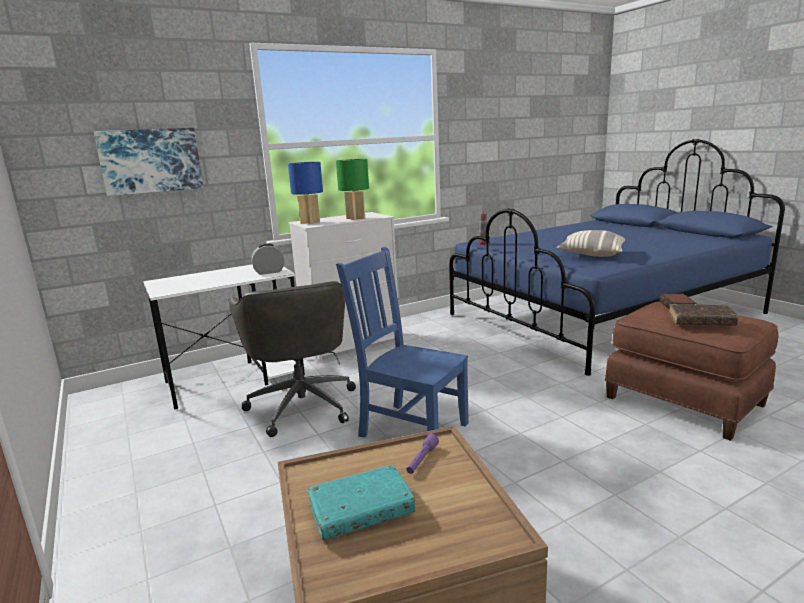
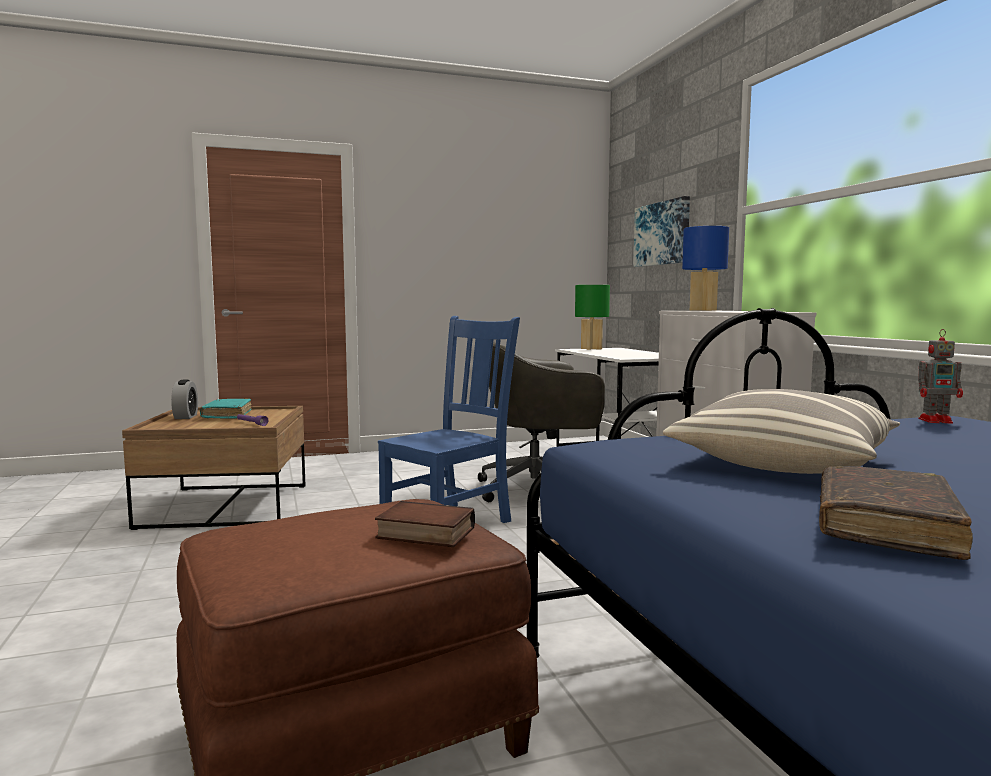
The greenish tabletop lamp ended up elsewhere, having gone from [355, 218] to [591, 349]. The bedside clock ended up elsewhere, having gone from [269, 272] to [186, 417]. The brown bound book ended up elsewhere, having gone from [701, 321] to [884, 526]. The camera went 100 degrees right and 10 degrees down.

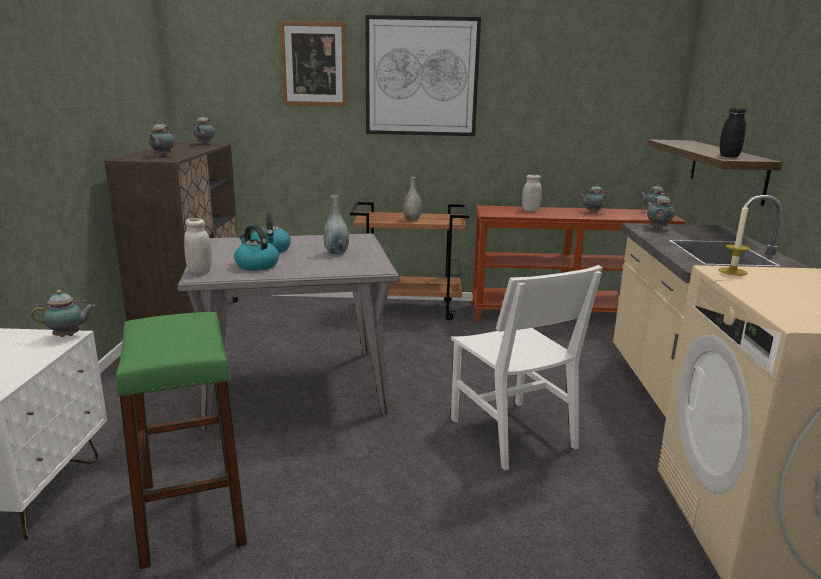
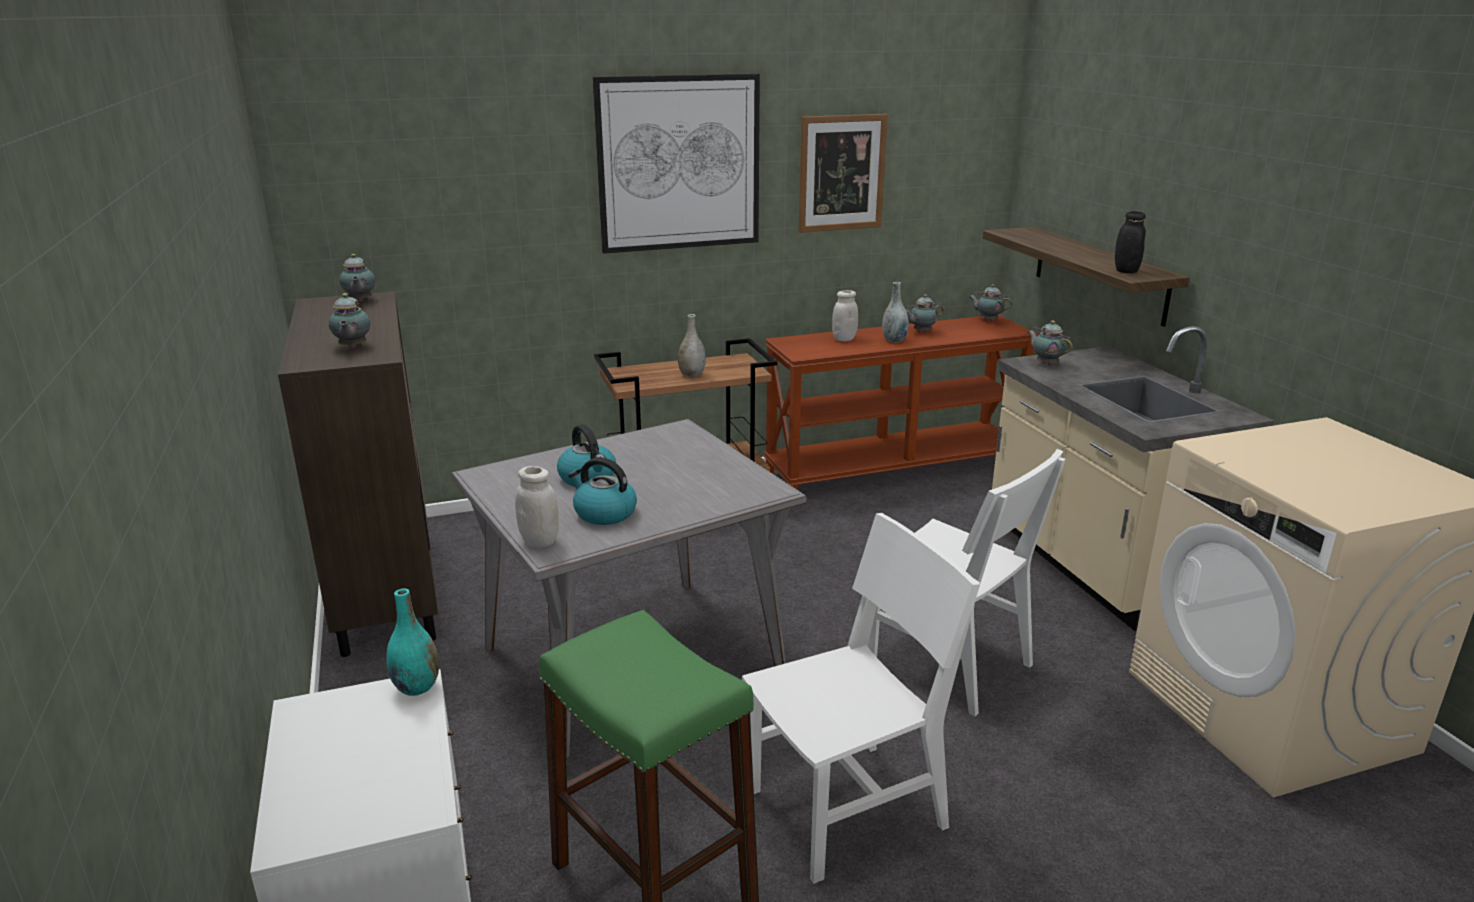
The wall picture ended up elsewhere, having gone from [314, 64] to [841, 173]. The greyish vase ended up elsewhere, having gone from [336, 253] to [894, 340]. The second view lost the wax candle at [732, 271]. Where the tea pot stood at [68, 336], the turquoise vase came to stand at [417, 687]. The second view gained the white-coloured chair at [846, 809]. The camera went 20 degrees left and 5 degrees up.

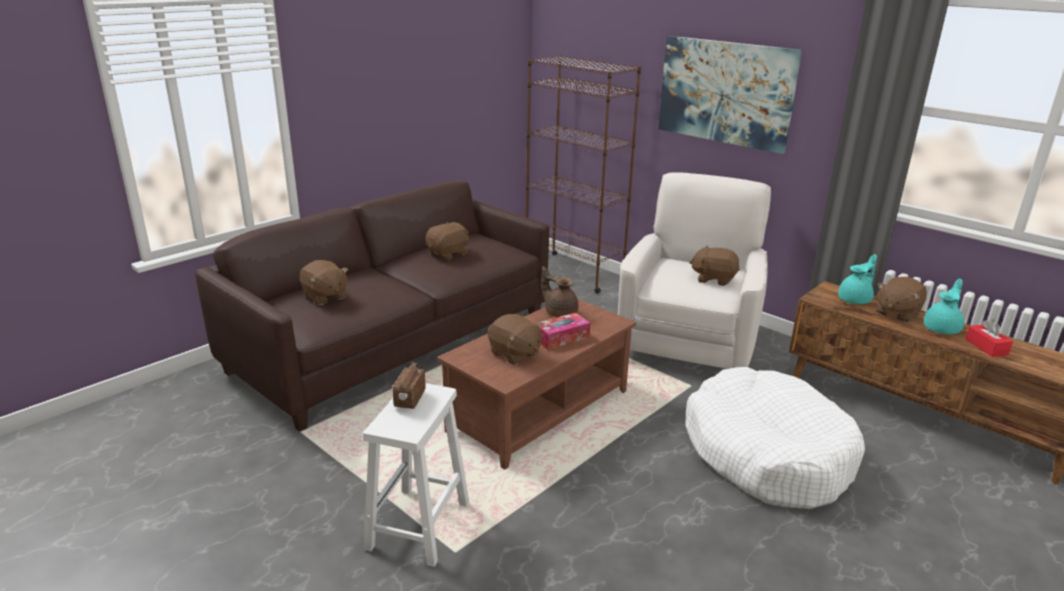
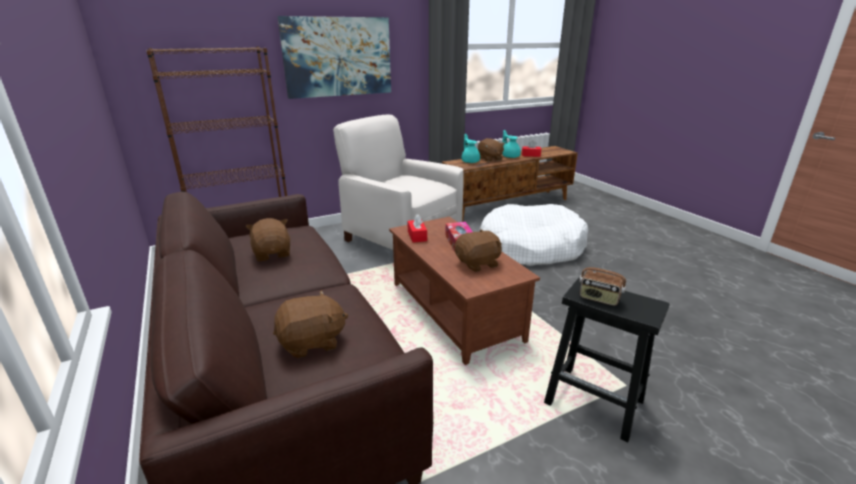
The second view lost the brown soft toy at [713, 279]. Where the brown tea pot stood at [560, 312], the red box of tissues came to stand at [417, 236]. What was the white-coloured stool seat at [418, 527] turned into the black stool seat at [595, 402]. The camera went 70 degrees left and 0 degrees up.

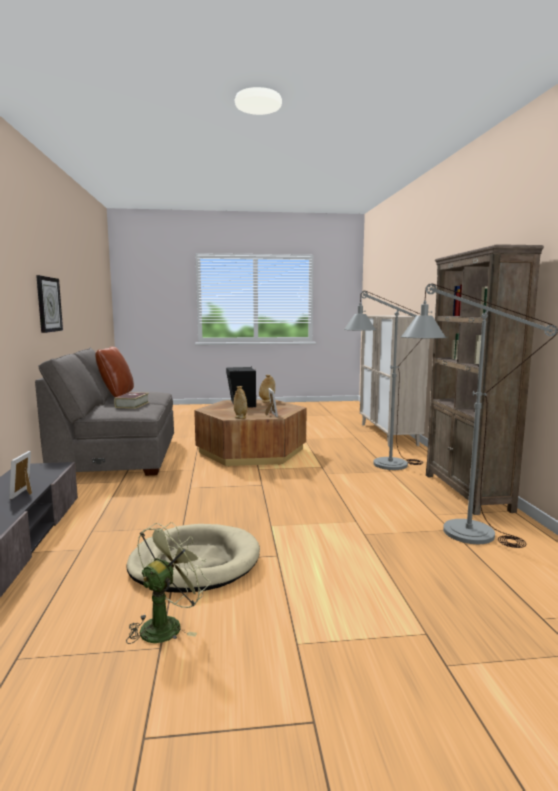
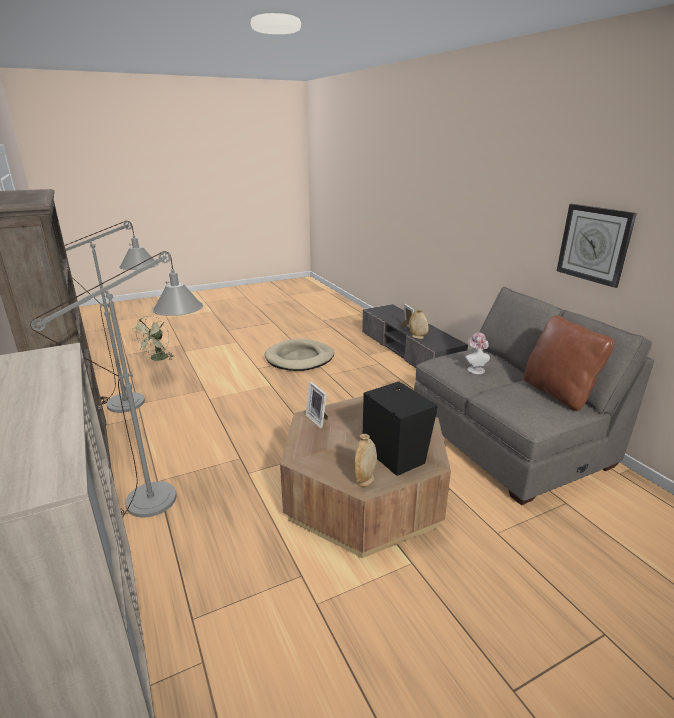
The sand-coloured vase ended up elsewhere, having gone from [240, 417] to [417, 337]. Where the bound book stood at [132, 405], the clothing hat came to stand at [474, 369]. The greenish electric fan ended up elsewhere, having gone from [166, 624] to [157, 359]. The camera went 160 degrees right and 15 degrees up.

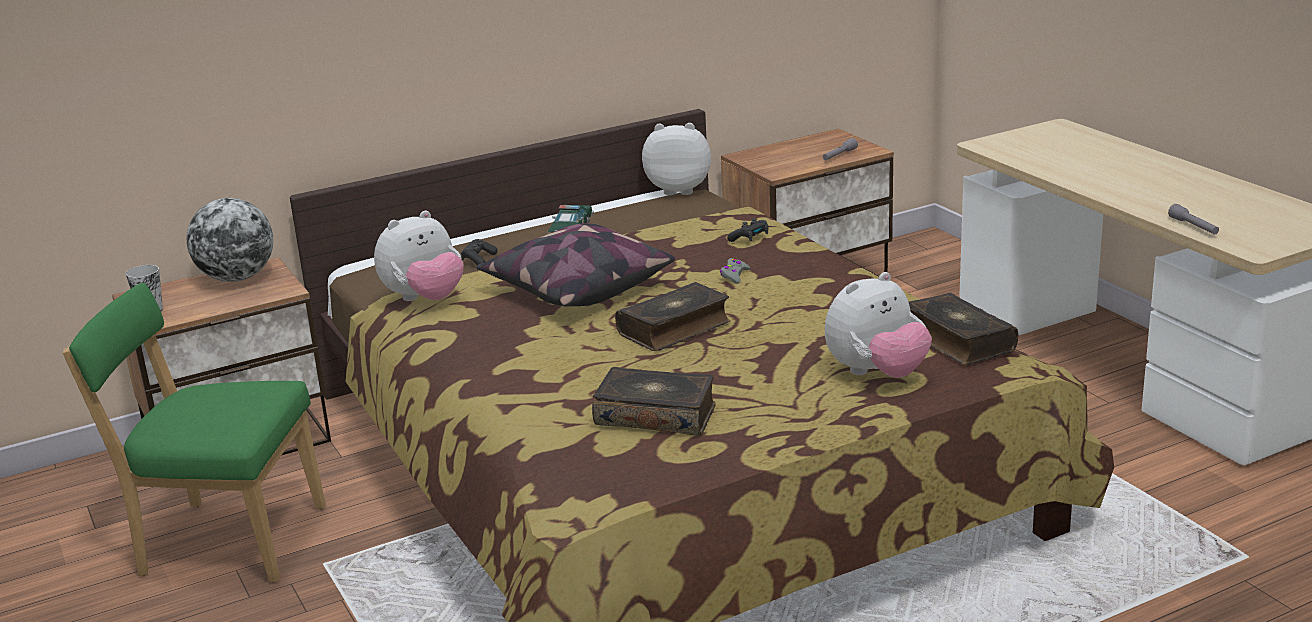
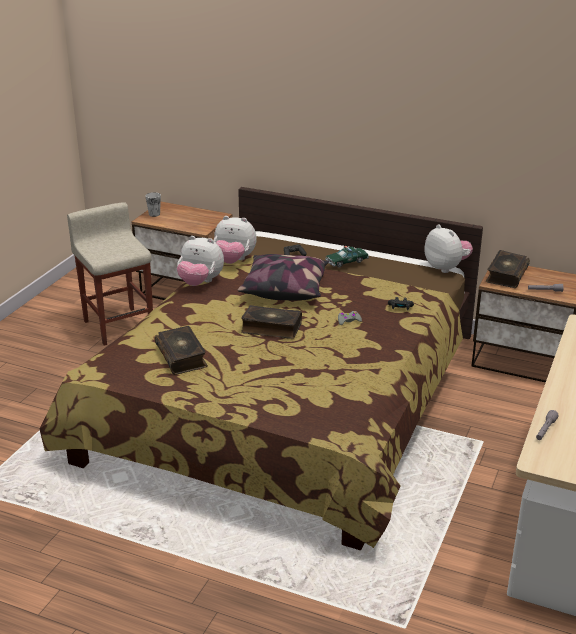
The second view lost the globe at [237, 278]. The soft toy ended up elsewhere, having gone from [876, 374] to [200, 283]. Where the greenish chair stood at [225, 540], the sand-coloured stool seat came to stand at [118, 325]. The bound book ended up elsewhere, having gone from [957, 341] to [506, 275]. The camera went 50 degrees right and 5 degrees up.

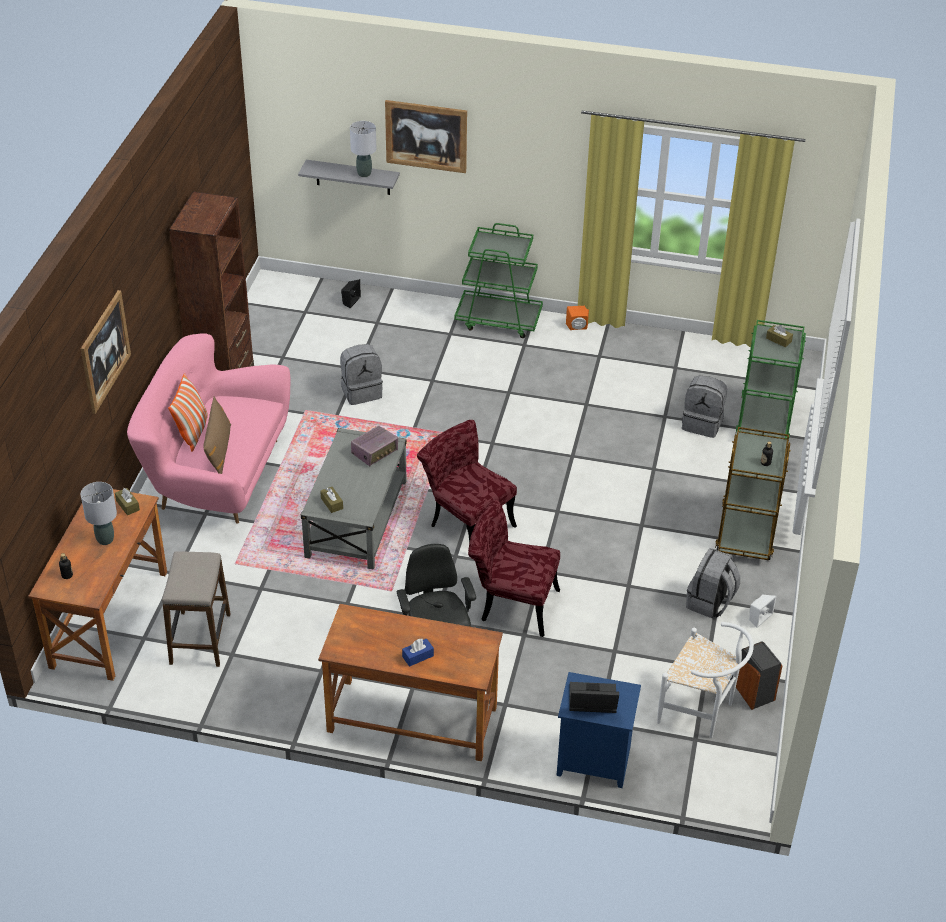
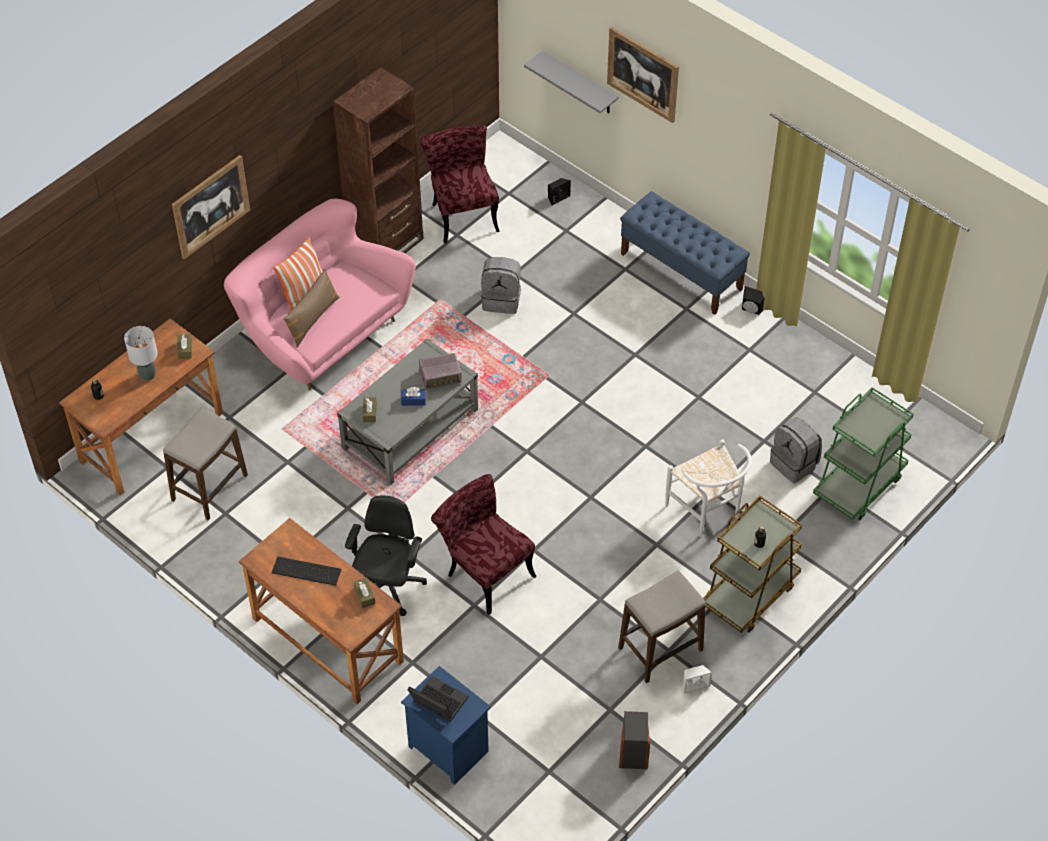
The second view lost the greyish tabletop lamp at [364, 173]. Where the greenish trolley stood at [499, 320], the blue bench came to stand at [681, 271]. What was the orange-coloured speaker at [577, 327] turned into the black speaker at [751, 310]. The brown box of tissues ended up elsewhere, having gone from [778, 340] to [364, 596]. The red chair ended up elsewhere, having gone from [466, 522] to [462, 212]. Where the greyish rucksack stood at [710, 603], the stool seat came to stand at [661, 649]. The white-coloured chair ended up elsewhere, having gone from [701, 712] to [707, 513]. The blue box of tissues ended up elsewhere, having gone from [418, 656] to [413, 400]. The second view gained the keyboard at [305, 572]. The camera went 30 degrees right and 10 degrees up.

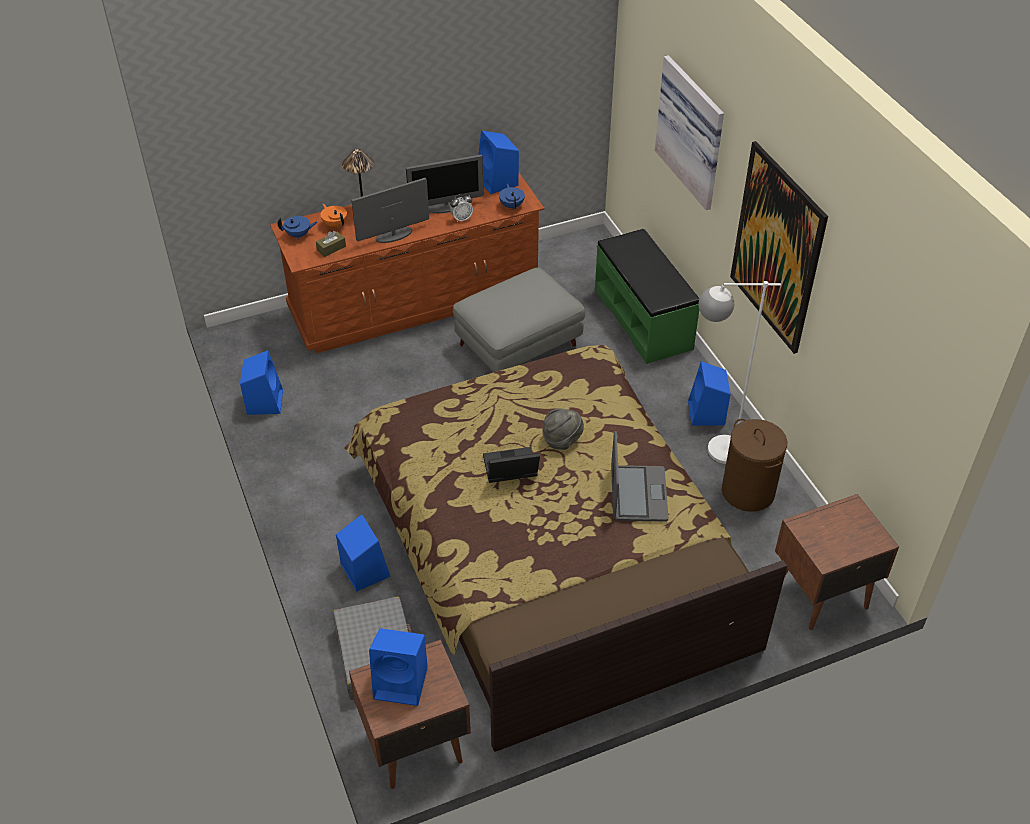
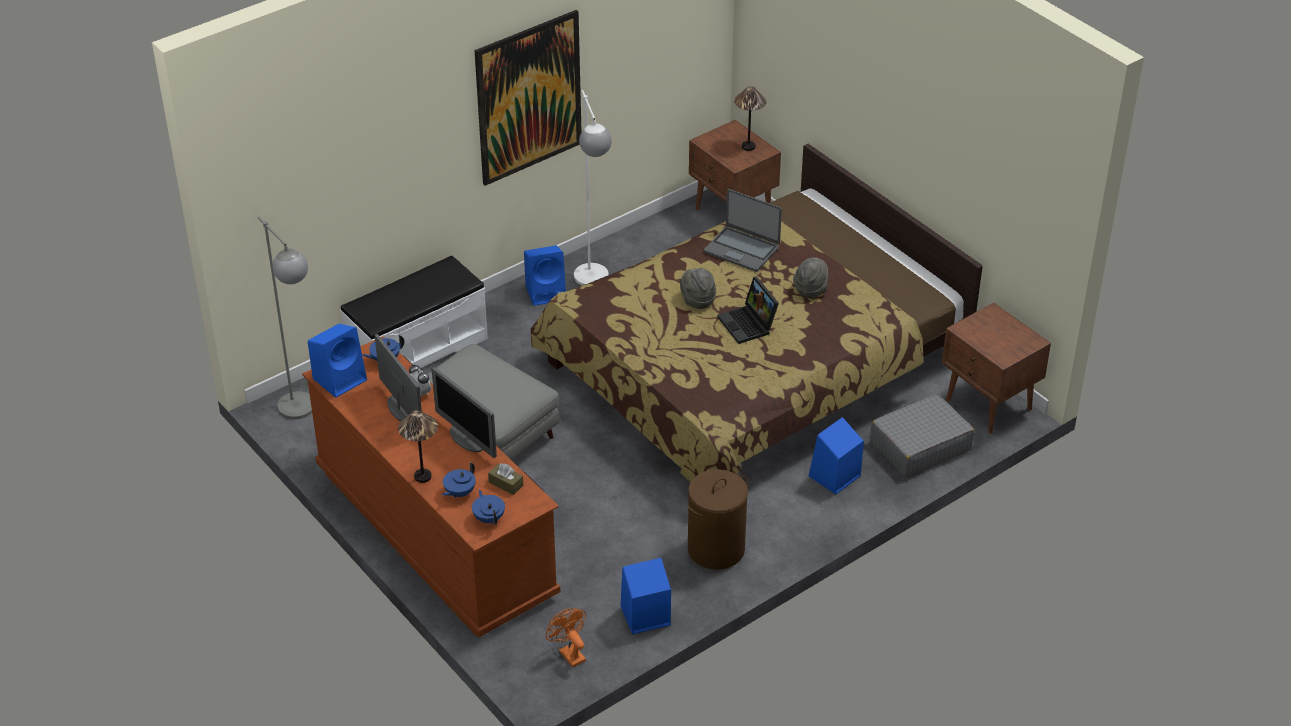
The second view lost the wall picture at [693, 131]. What was the orange-coloured tea pot at [335, 224] turned into the blue tea pot at [459, 493]. What was the greenish bench at [643, 319] turned into the white-coloured bench at [417, 349]. The brown hamper ended up elsewhere, having gone from [747, 491] to [715, 549]. The portable computer at [637, 494] ended up facing another way, 135 degrees counterclockwise from before. The second view lost the blue speaker at [402, 683]. The second view gained the tabletop lamp at [748, 147]. The second view gained the greyish standing lamp at [303, 414]. The second view gained the greyish clothing hat at [811, 289]. The second view gained the orange-coloured electric fan at [569, 653]. The camera went 105 degrees left and 5 degrees down.

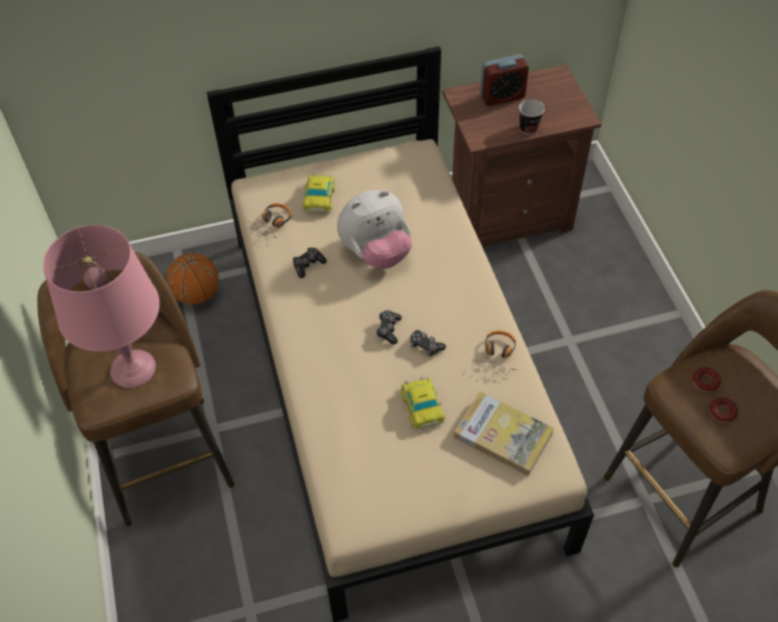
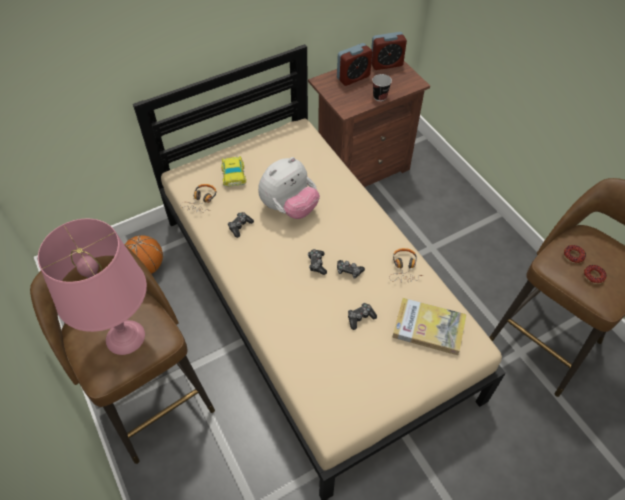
Where the model car stood at [422, 405], the joypad came to stand at [360, 317]. The second view gained the bedside clock at [386, 64]. The camera went 15 degrees left and 0 degrees up.

